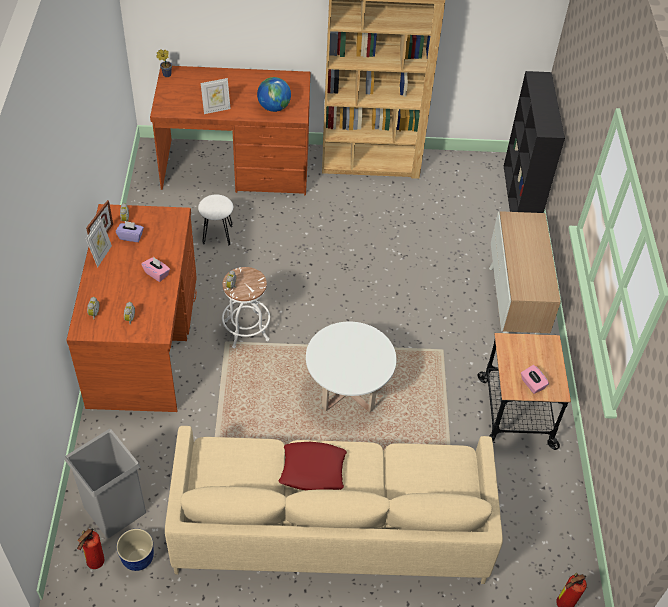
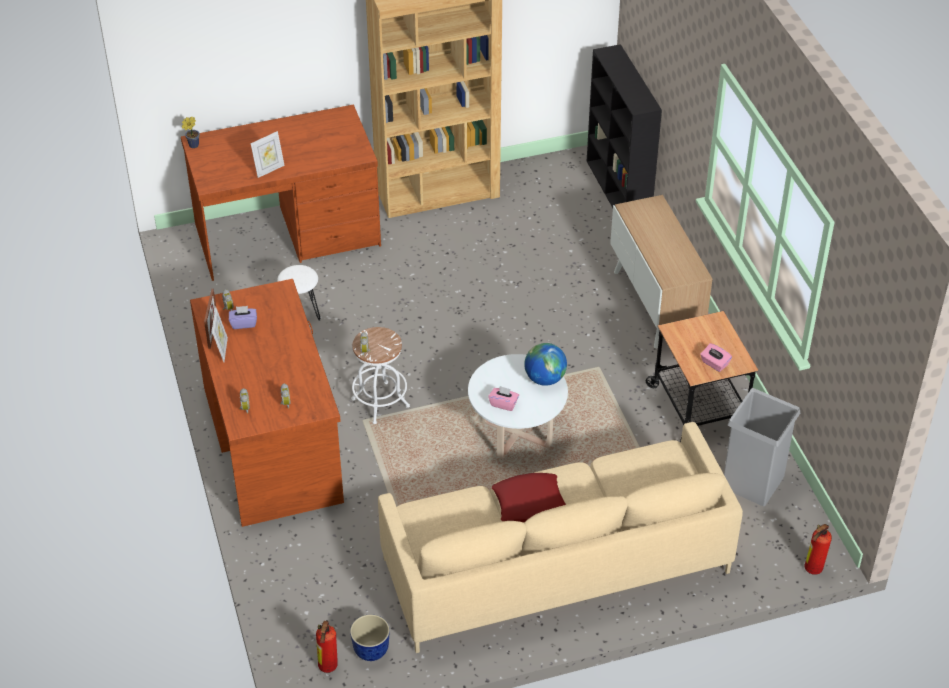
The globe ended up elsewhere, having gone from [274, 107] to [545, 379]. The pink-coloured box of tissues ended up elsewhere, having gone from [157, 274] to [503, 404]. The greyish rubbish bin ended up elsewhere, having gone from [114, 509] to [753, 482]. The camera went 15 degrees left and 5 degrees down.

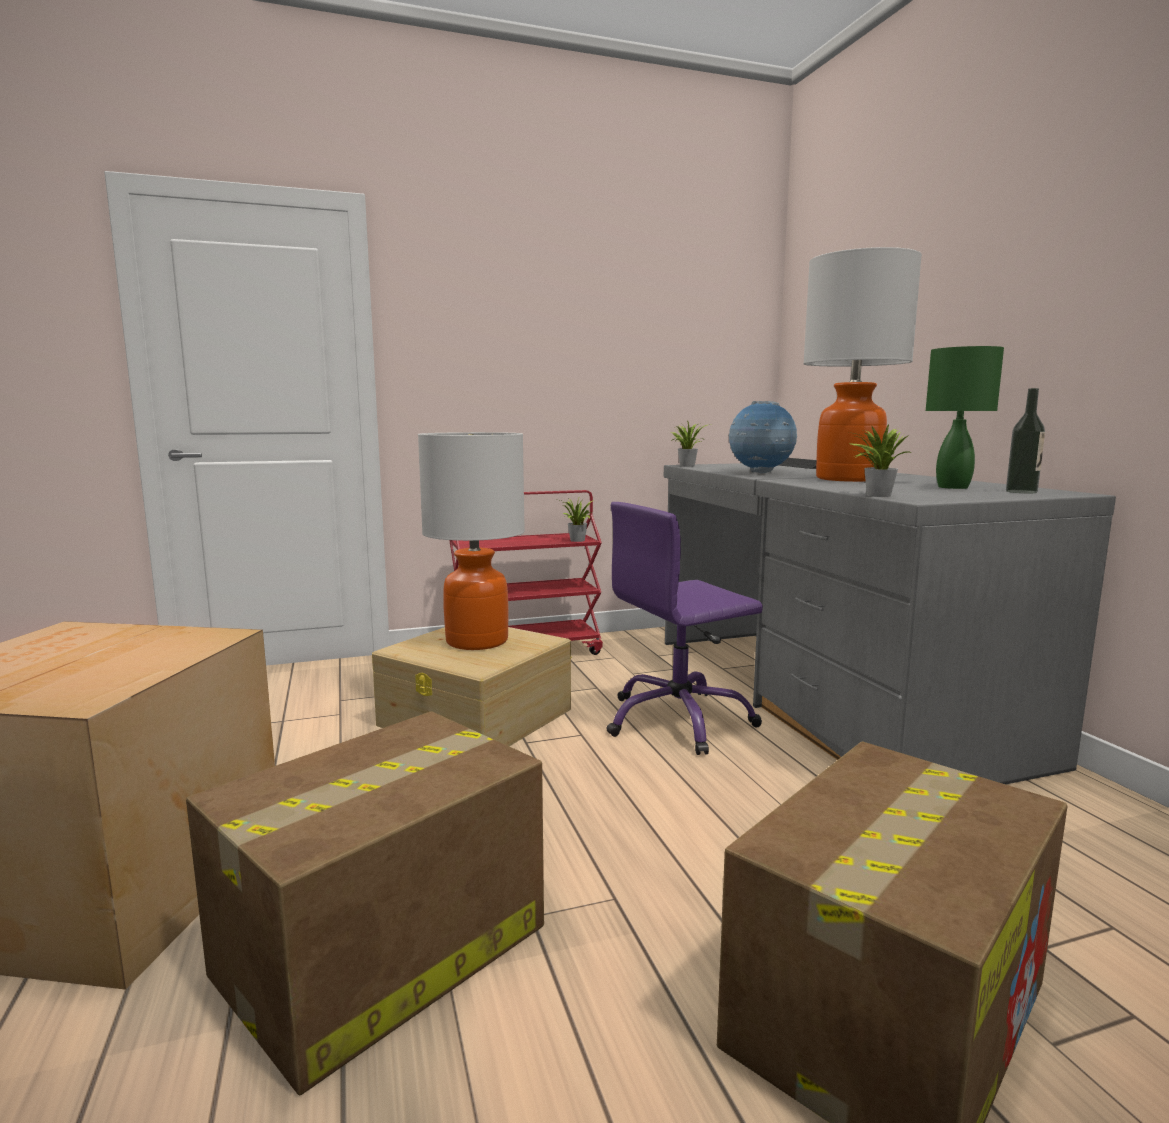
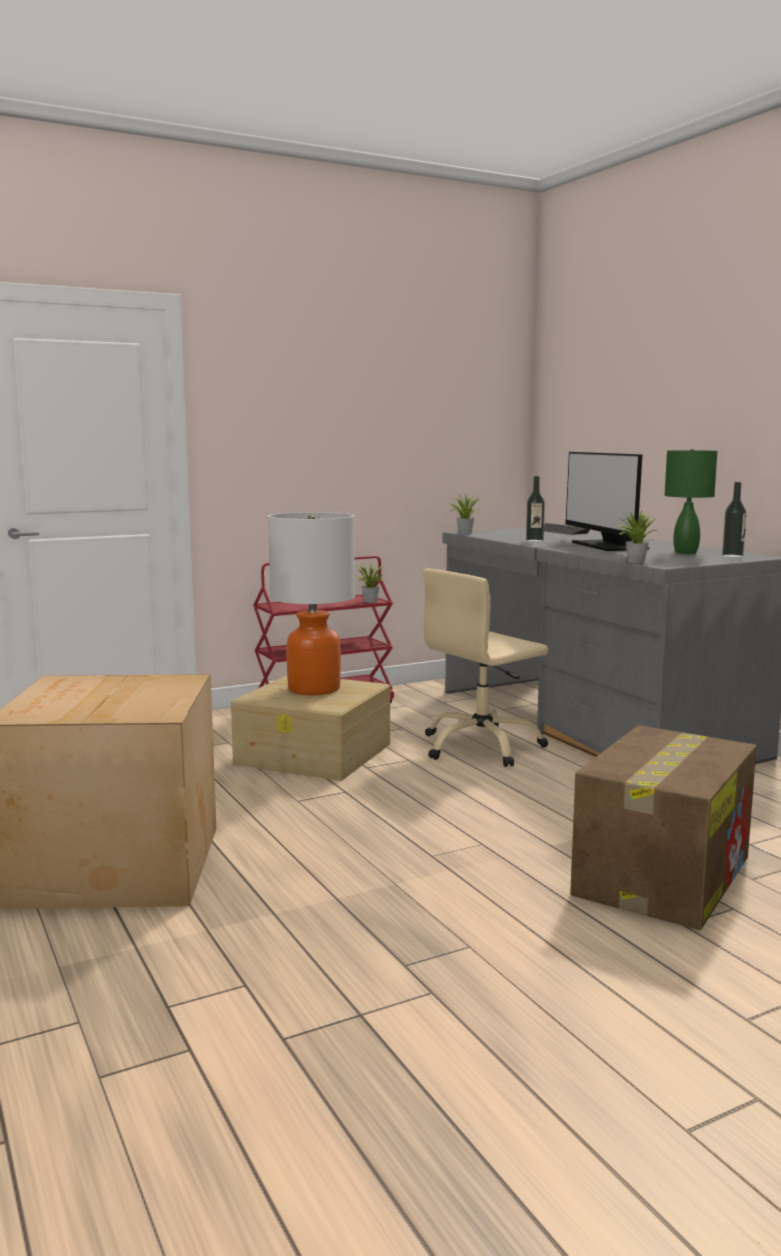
Where the tabletop lamp stood at [849, 479], the computer display came to stand at [607, 546]. Where the globe stood at [760, 473], the bottle came to stand at [534, 541]. What was the purple computer chair at [679, 720] turned into the sand-coloured computer chair at [481, 746]. The second view lost the carton at [379, 952]. The camera went 10 degrees left and 0 degrees up.

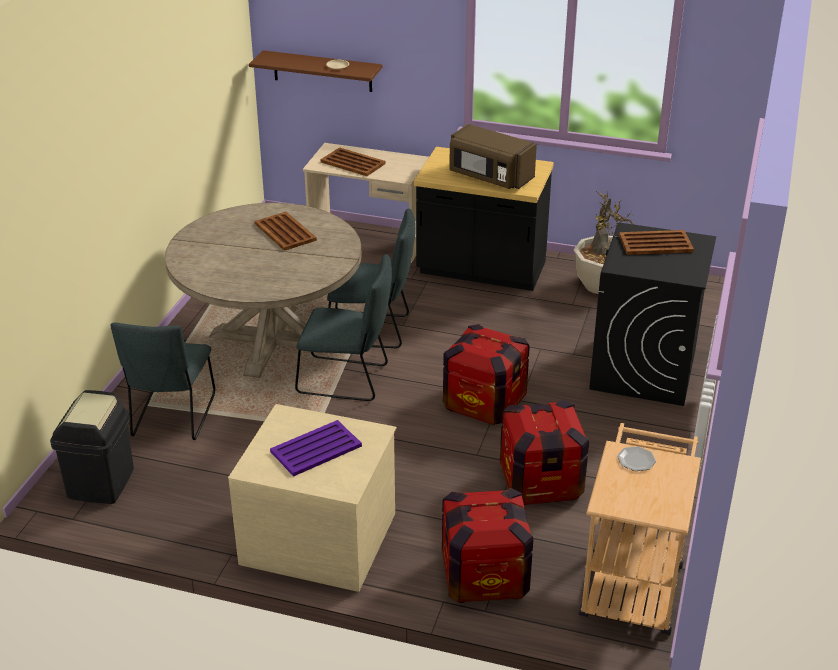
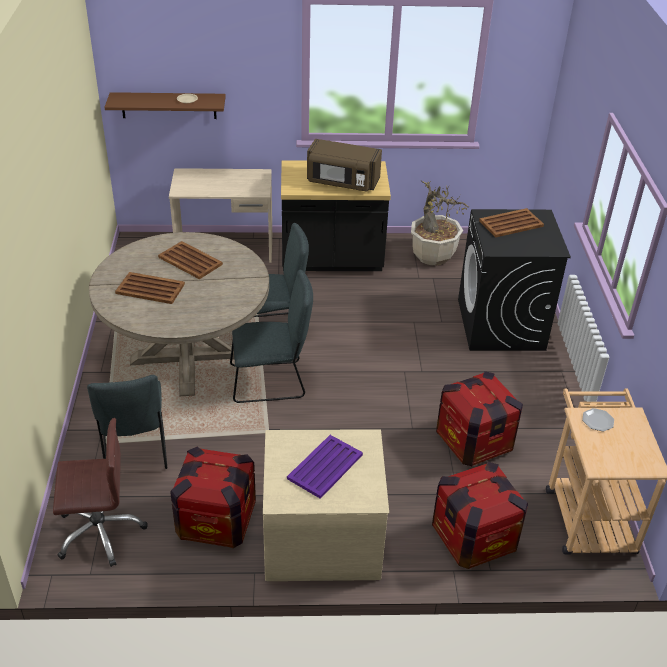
The brown tray ended up elsewhere, having gone from [352, 162] to [149, 288]. The packing crate ended up elsewhere, having gone from [484, 402] to [216, 520]. Where the black rubbish bin stood at [101, 483], the brown computer chair came to stand at [100, 531]. The camera went 20 degrees left and 5 degrees up.

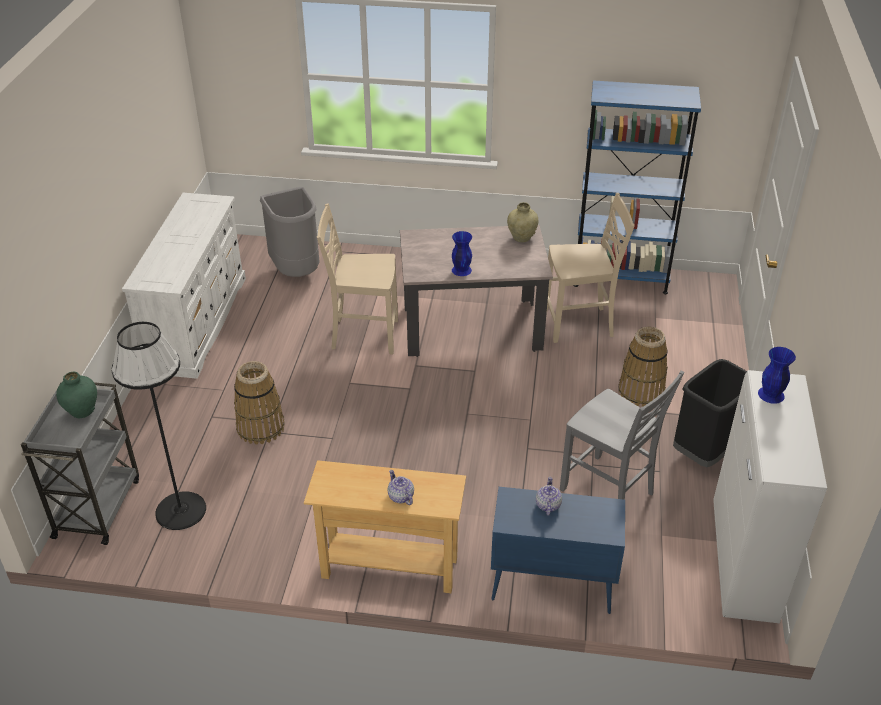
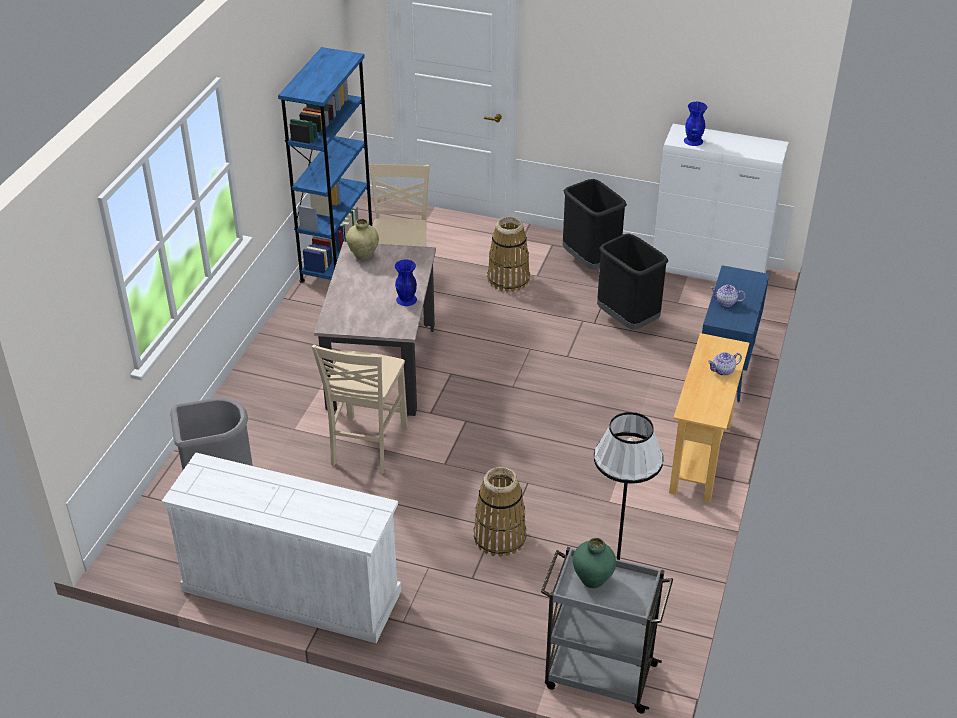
Where the greyish chair stood at [608, 492], the black rubbish bin came to stand at [628, 320]. The camera went 80 degrees left and 0 degrees up.

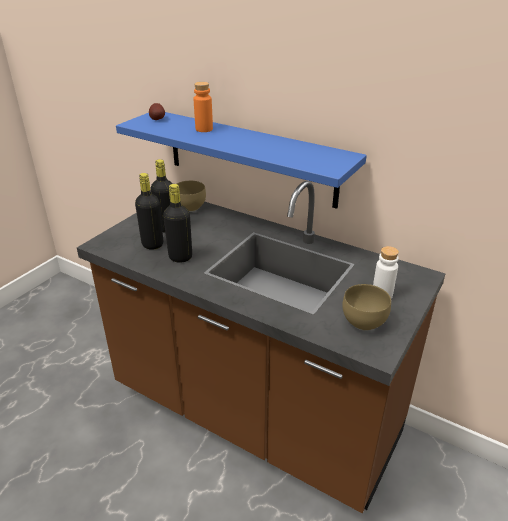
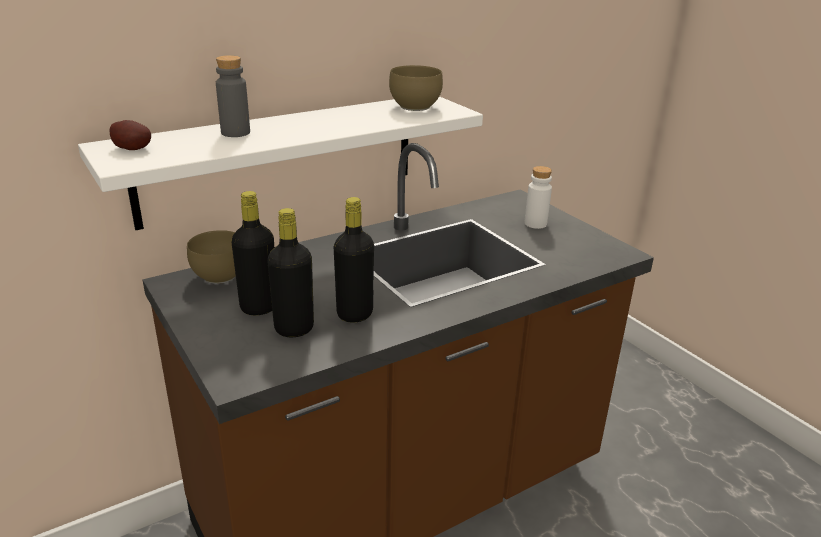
What was the orange-coloured bottle at [204, 129] turned into the greyish bottle at [235, 133]. What was the blue shelf at [249, 157] turned into the white-coloured shelf at [281, 158]. The brown bowl ended up elsewhere, having gone from [363, 323] to [416, 107]. The camera went 65 degrees left and 5 degrees down.

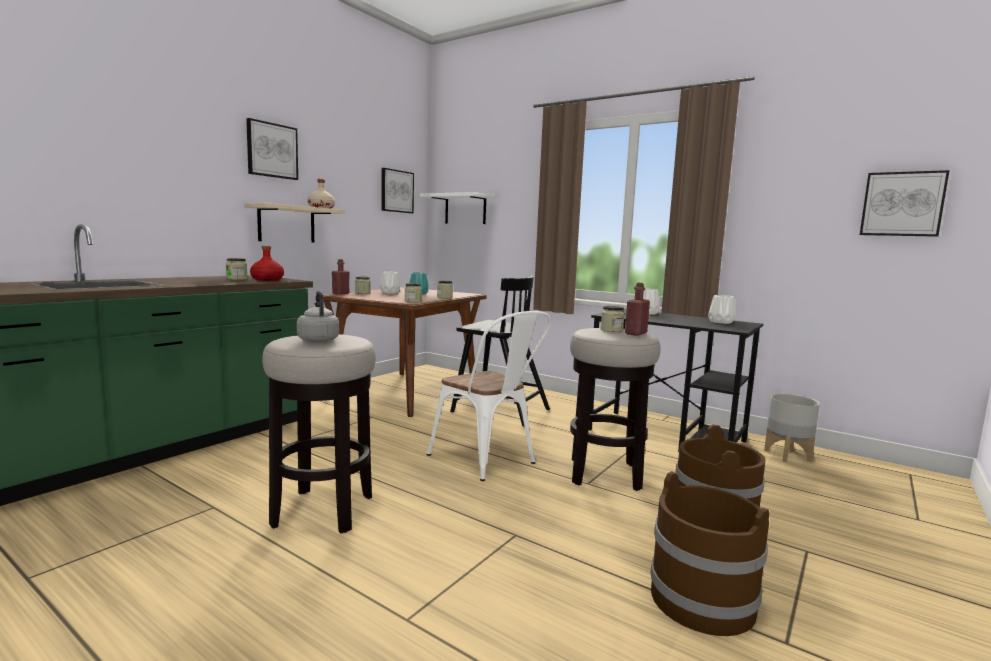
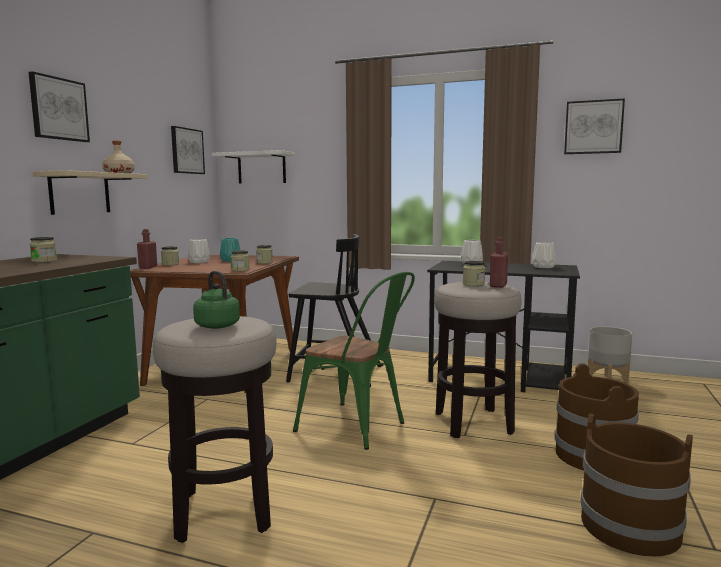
The wall picture ended up elsewhere, having gone from [902, 204] to [593, 127]. The second view lost the red bottle at [267, 280]. What was the greyish kettle at [318, 340] turned into the greenish kettle at [216, 325]. What was the white-coloured chair at [488, 461] turned into the greenish chair at [358, 428]. The camera went 15 degrees left and 0 degrees up.

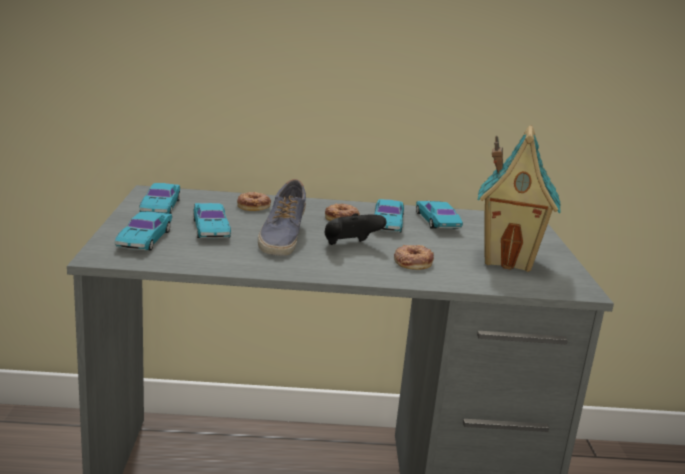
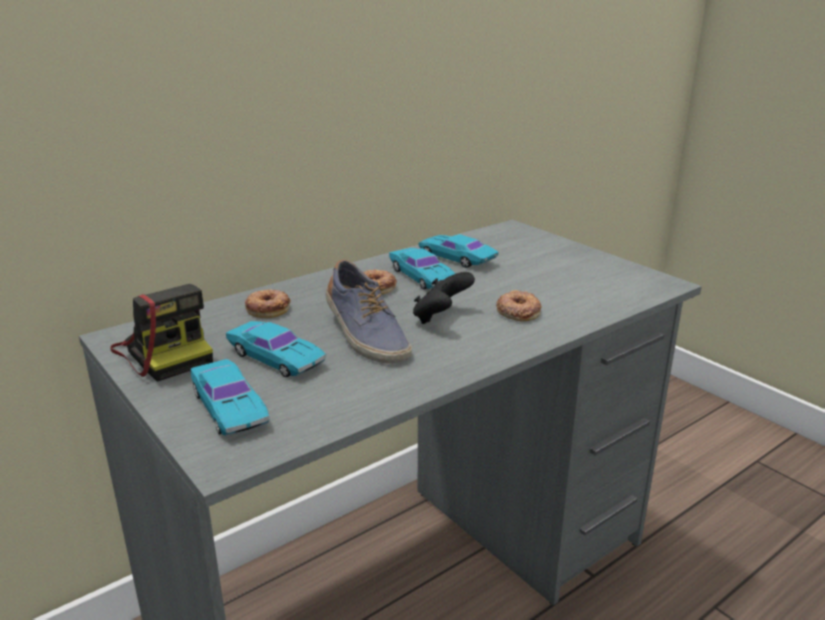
The second view lost the toy house at [509, 260]. Where the turquoise model car stood at [161, 206], the photo camera came to stand at [166, 352]. The camera went 35 degrees left and 5 degrees up.

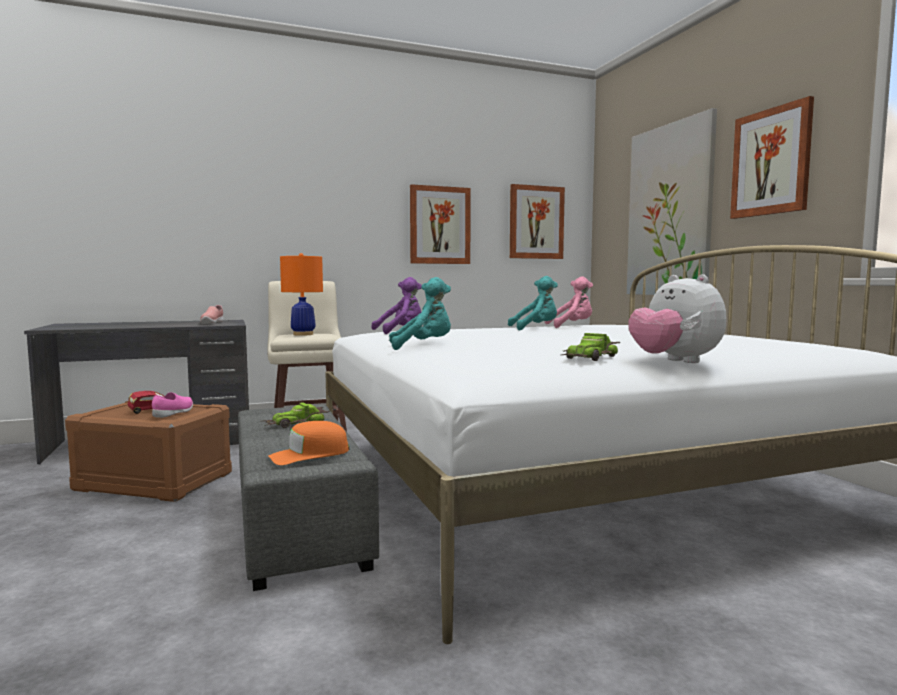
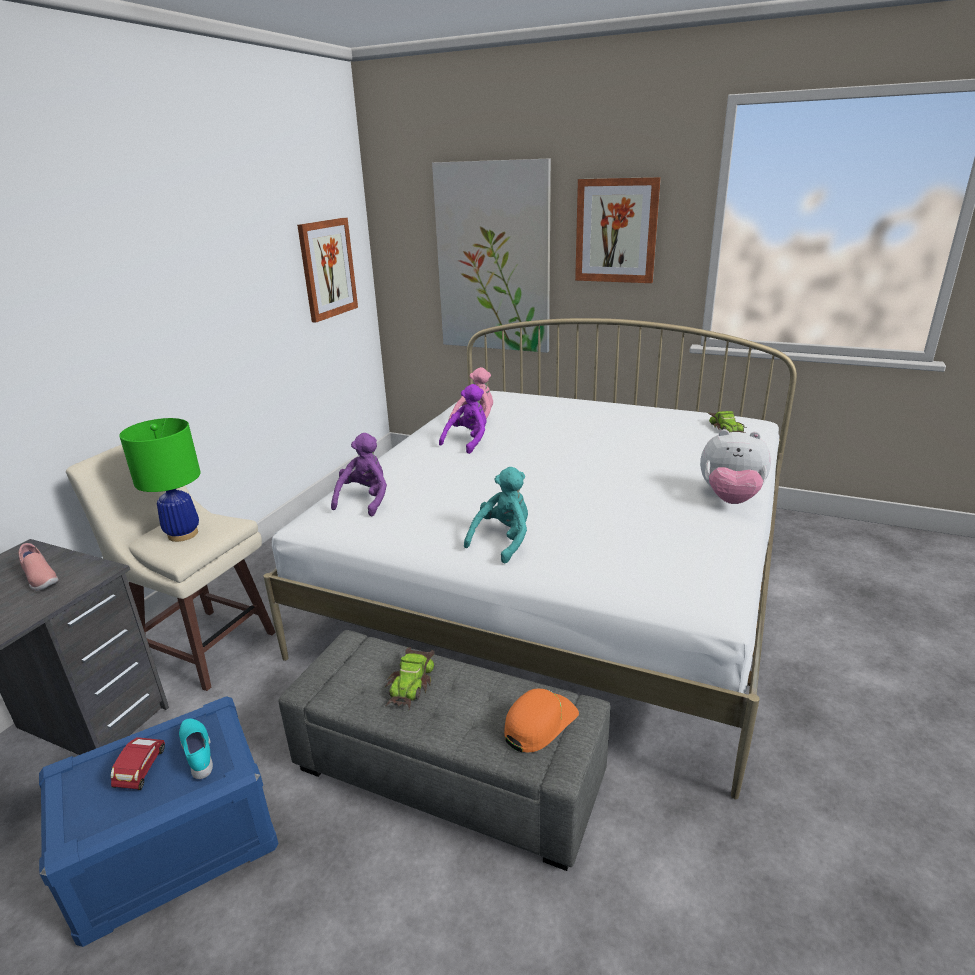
The second view lost the wall picture at [439, 225]. What was the orange-coloured tabletop lamp at [303, 334] turned into the greenish tabletop lamp at [183, 534]. What was the turquoise soft toy at [536, 328] turned into the purple soft toy at [468, 441]. The model car ended up elsewhere, having gone from [590, 357] to [727, 429]. What was the pink-coloured low shoe at [174, 413] turned into the turquoise low shoe at [199, 753]. What was the brown storage box at [153, 482] turned into the blue storage box at [174, 847]. The orange-coloured baseball cap at [309, 455] ended up facing another way, 150 degrees counterclockwise from before. The camera went 45 degrees left and 20 degrees up.

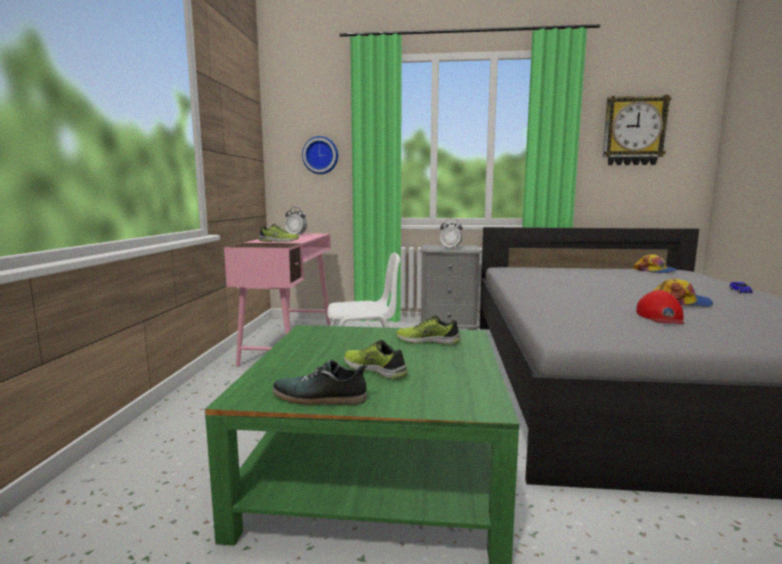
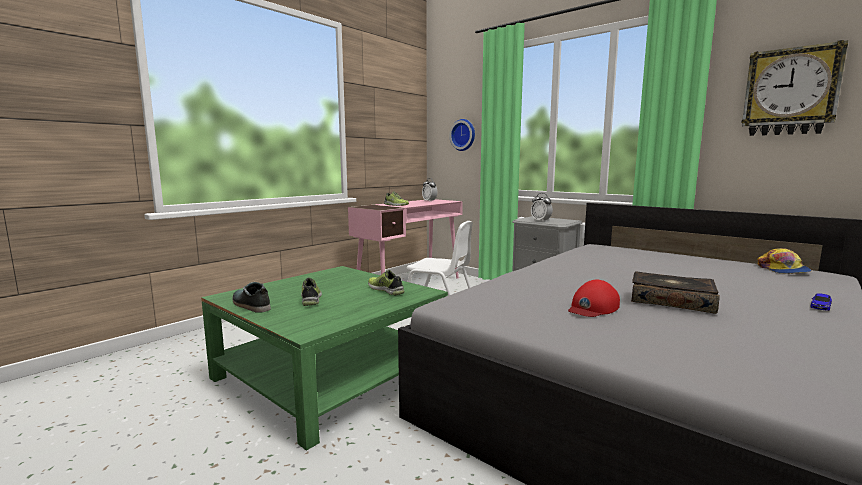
Where the baseball cap stood at [681, 302], the bound book came to stand at [671, 301]. The camera went 35 degrees right and 0 degrees up.

